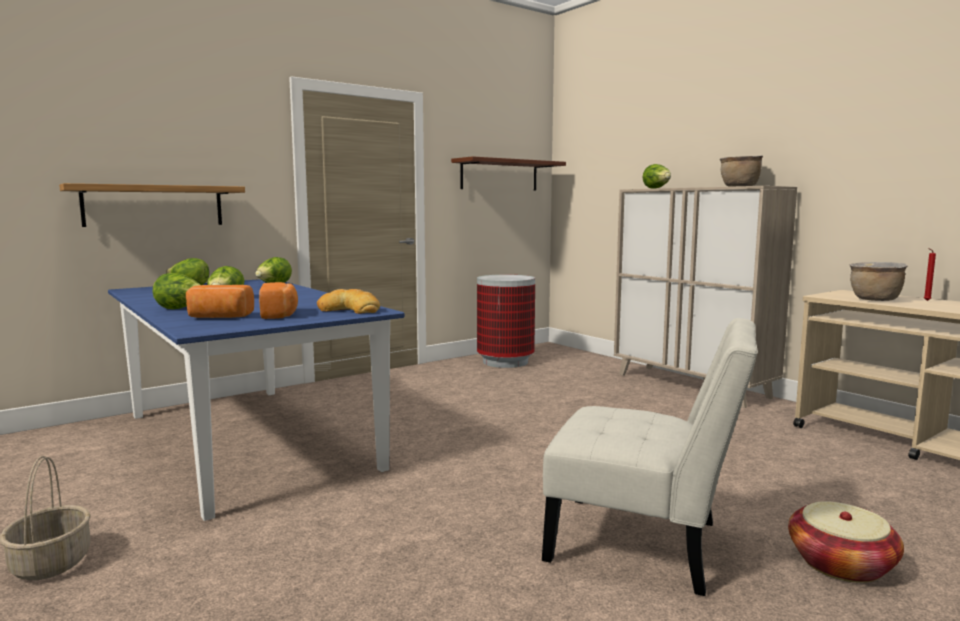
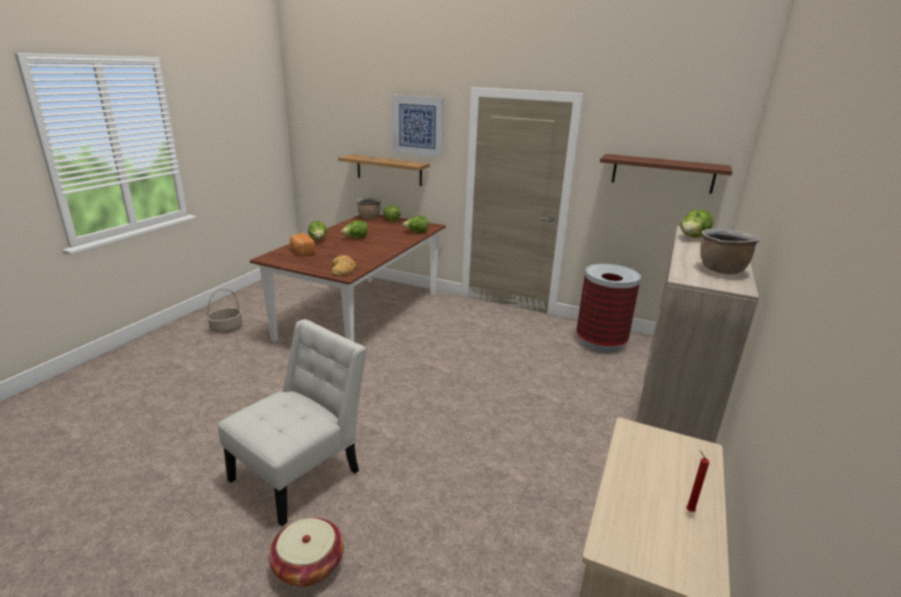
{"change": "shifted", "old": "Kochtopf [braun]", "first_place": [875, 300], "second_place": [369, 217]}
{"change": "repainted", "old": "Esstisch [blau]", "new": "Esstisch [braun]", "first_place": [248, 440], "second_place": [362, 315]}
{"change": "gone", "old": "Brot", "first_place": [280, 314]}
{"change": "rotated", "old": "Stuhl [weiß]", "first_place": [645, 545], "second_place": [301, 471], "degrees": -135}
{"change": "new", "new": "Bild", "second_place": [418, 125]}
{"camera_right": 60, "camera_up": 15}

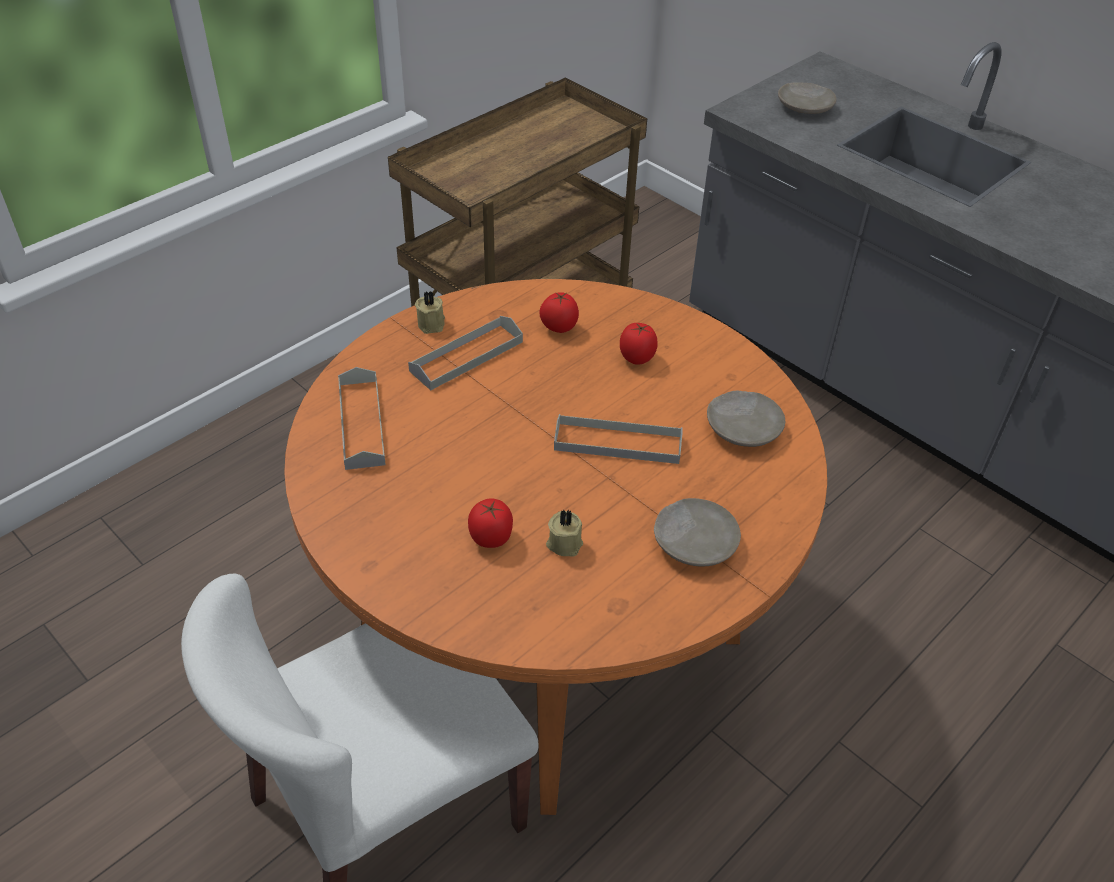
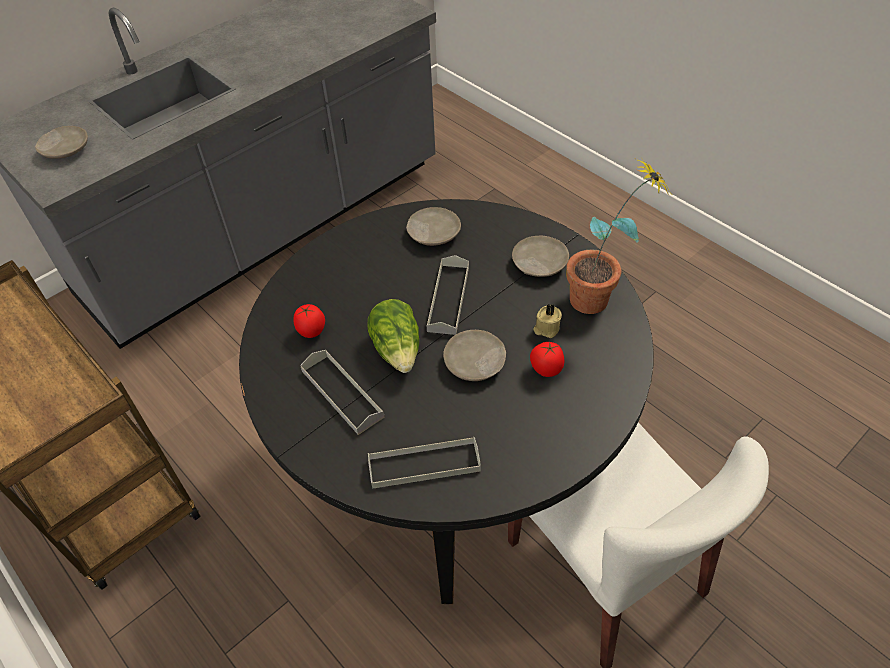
{"change": "repainted", "old": "Esstisch [orange]", "new": "Esstisch [schwarz]", "first_place": [550, 634], "second_place": [451, 464]}
{"change": "gone", "old": "Kerze [beige]", "first_place": [432, 324]}
{"change": "gone", "old": "Tomate", "first_place": [636, 358]}
{"change": "new", "new": "Topfpflanze", "second_place": [601, 298]}
{"change": "new", "new": "Salatkopf", "second_place": [398, 349]}
{"change": "new", "new": "Teller [beige]", "second_place": [474, 363]}
{"camera_right": -85, "camera_up": 5}

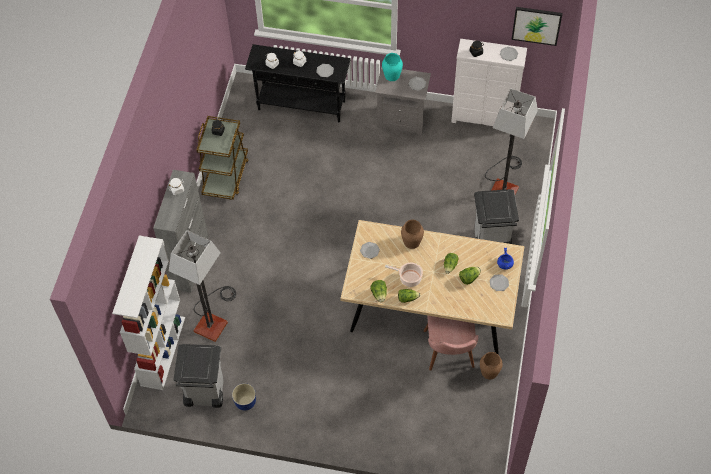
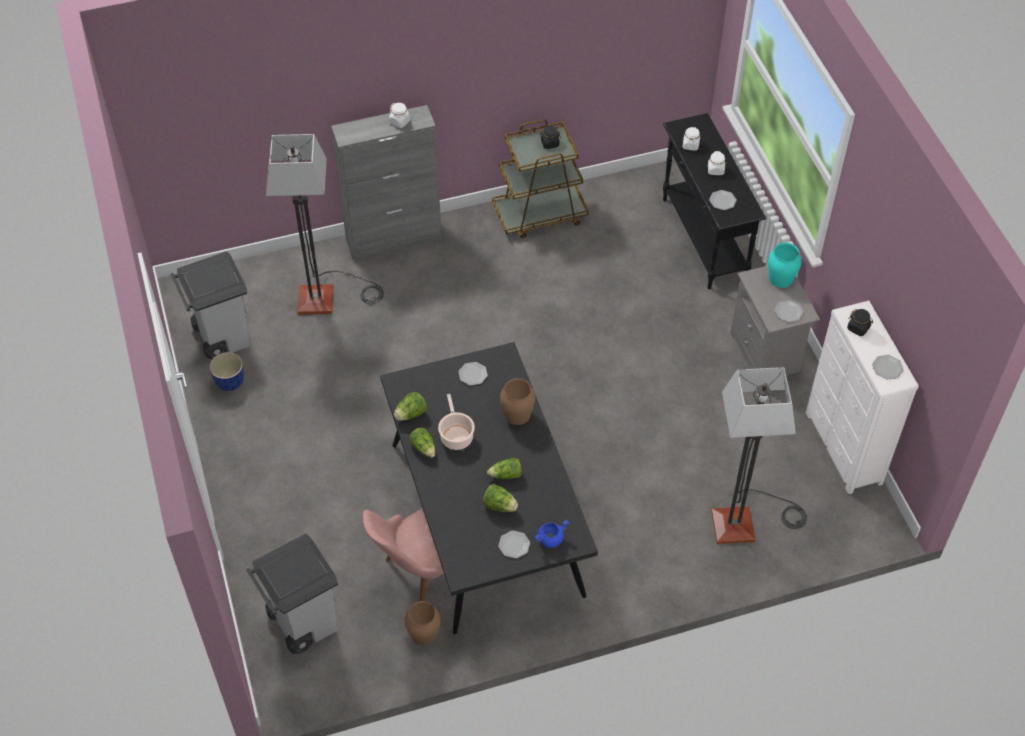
{"change": "gone", "old": "Bild", "first_place": [536, 25]}
{"change": "shifted", "old": "Mülleimer [grau]", "first_place": [491, 240], "second_place": [302, 622]}
{"change": "repainted", "old": "Esstisch [beige]", "new": "Esstisch [schwarz]", "first_place": [430, 306], "second_place": [485, 517]}
{"change": "gone", "old": "Bücherregal [weiß]", "first_place": [162, 350]}
{"camera_right": 60, "camera_up": -5}

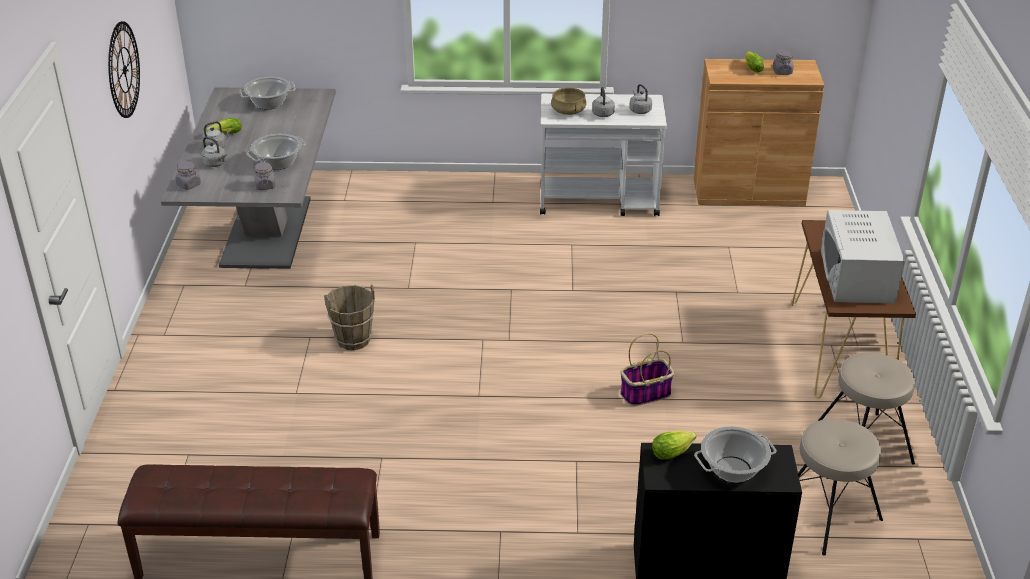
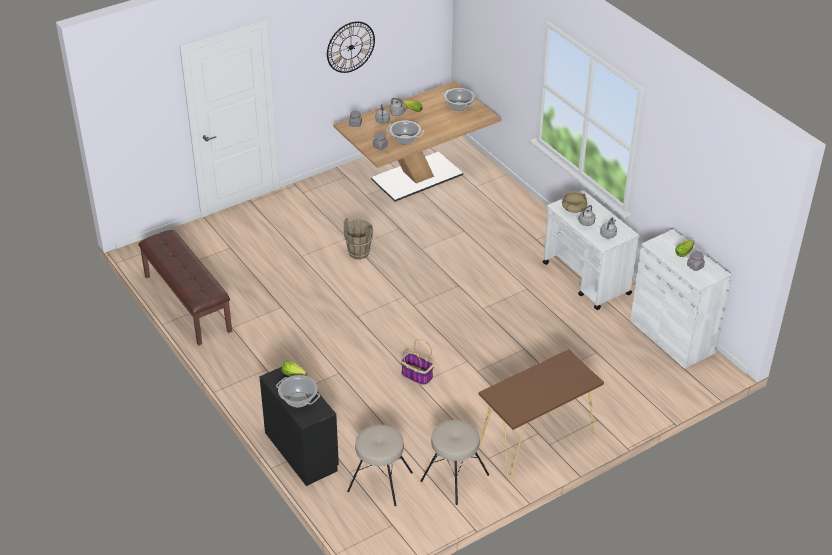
{"change": "repainted", "old": "Schrank [braun]", "new": "Schrank [weiß]", "first_place": [748, 191], "second_place": [672, 337]}
{"change": "repainted", "old": "Esstisch [grau]", "new": "Esstisch [braun]", "first_place": [266, 232], "second_place": [417, 177]}
{"change": "gone", "old": "Mikrowelle [weiß]", "first_place": [857, 276]}
{"camera_right": 55, "camera_up": 5}

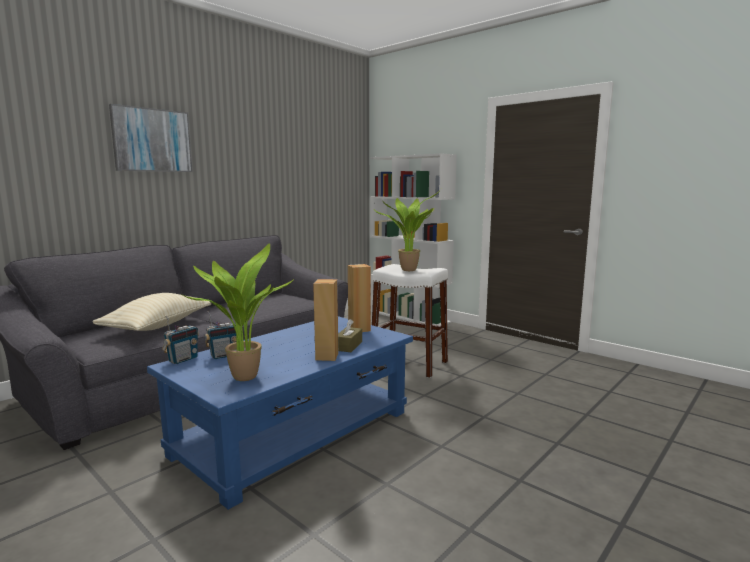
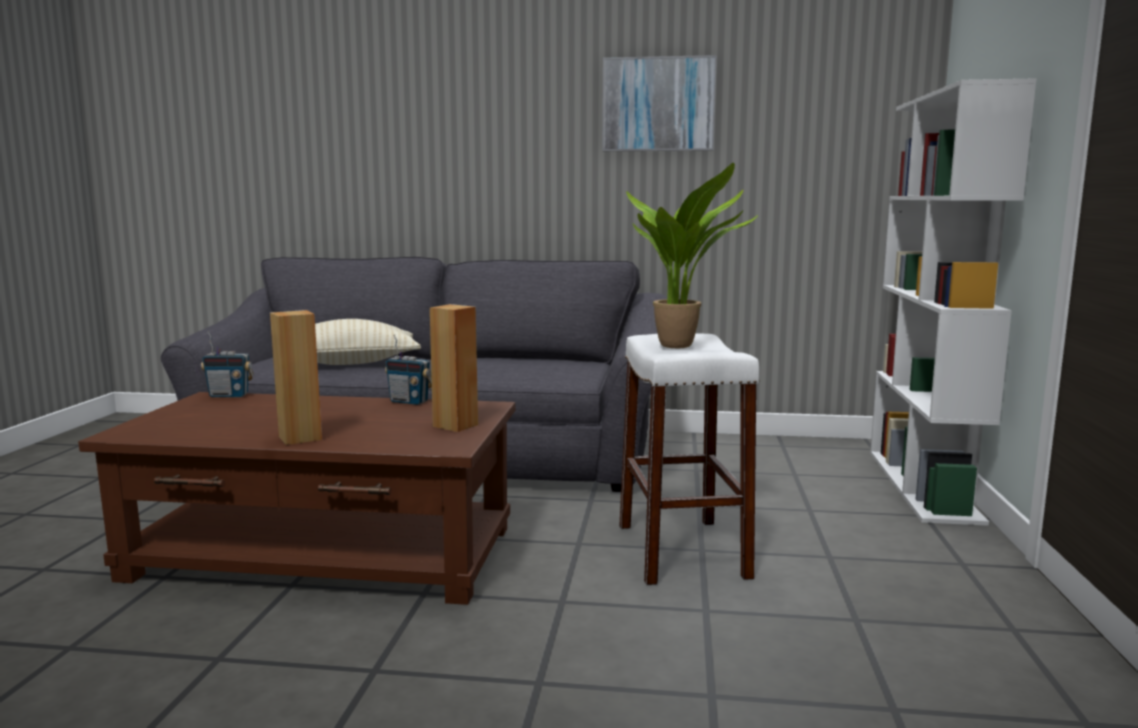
{"change": "shifted", "old": "Bild", "first_place": [152, 140], "second_place": [658, 104]}
{"change": "gone", "old": "Topfpflanze", "first_place": [242, 376]}
{"change": "shifted", "old": "Radio", "first_place": [224, 355], "second_place": [409, 402]}
{"change": "repainted", "old": "Couchtisch [blau]", "new": "Couchtisch [braun]", "first_place": [296, 432], "second_place": [325, 554]}
{"change": "gone", "old": "Taschentuchbox [braun]", "first_place": [348, 346]}
{"camera_right": 55, "camera_up": 0}

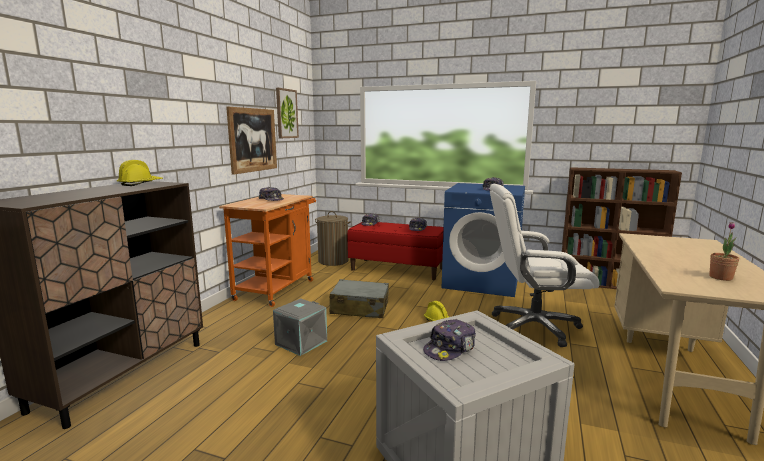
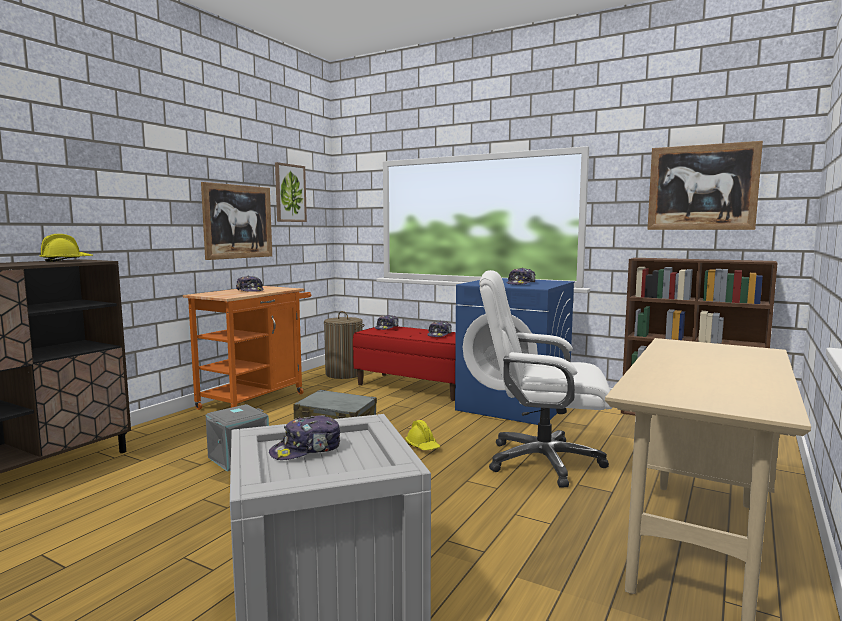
{"change": "gone", "old": "Topfpflanze", "first_place": [720, 277]}
{"change": "new", "new": "Bild", "second_place": [702, 187]}
{"camera_right": 10, "camera_up": -5}

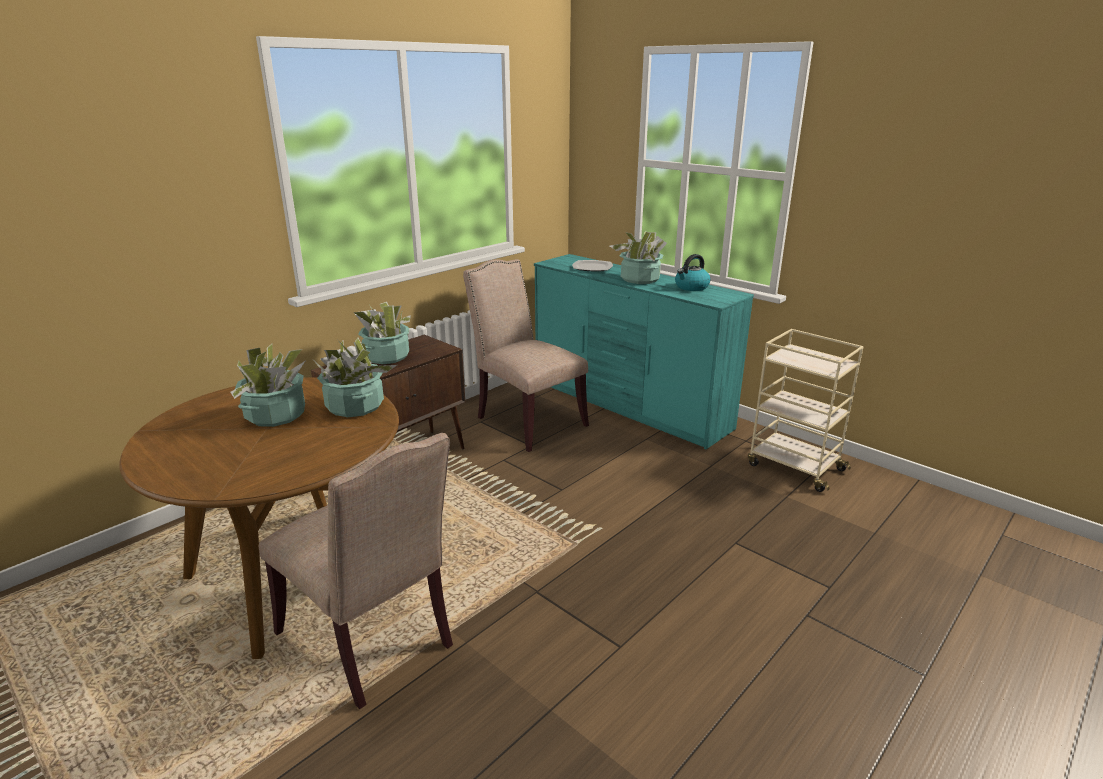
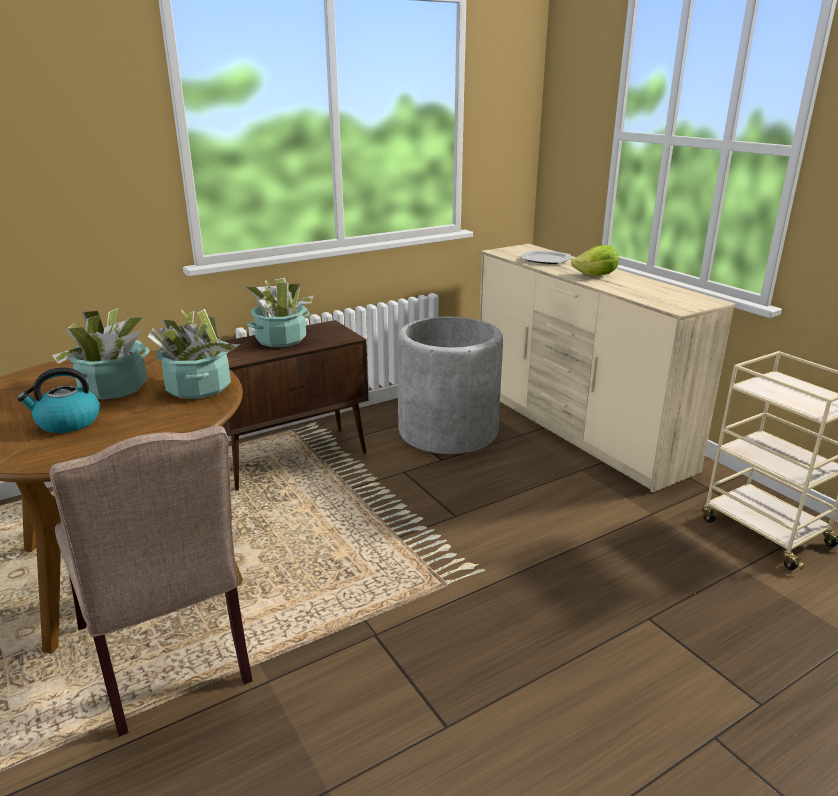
{"change": "swapped", "old": "Topfpflanze", "new": "Salatkopf", "first_place": [640, 279], "second_place": [596, 276]}
{"change": "repainted", "old": "Kommode [türkis]", "new": "Kommode [beige]", "first_place": [628, 405], "second_place": [575, 427]}
{"change": "shifted", "old": "Wasserkessel", "first_place": [691, 287], "second_place": [67, 422]}
{"change": "swapped", "old": "Stuhl [beige]", "new": "Pflanzkübel [grau]", "first_place": [526, 421], "second_place": [448, 431]}
{"camera_right": 15, "camera_up": 0}

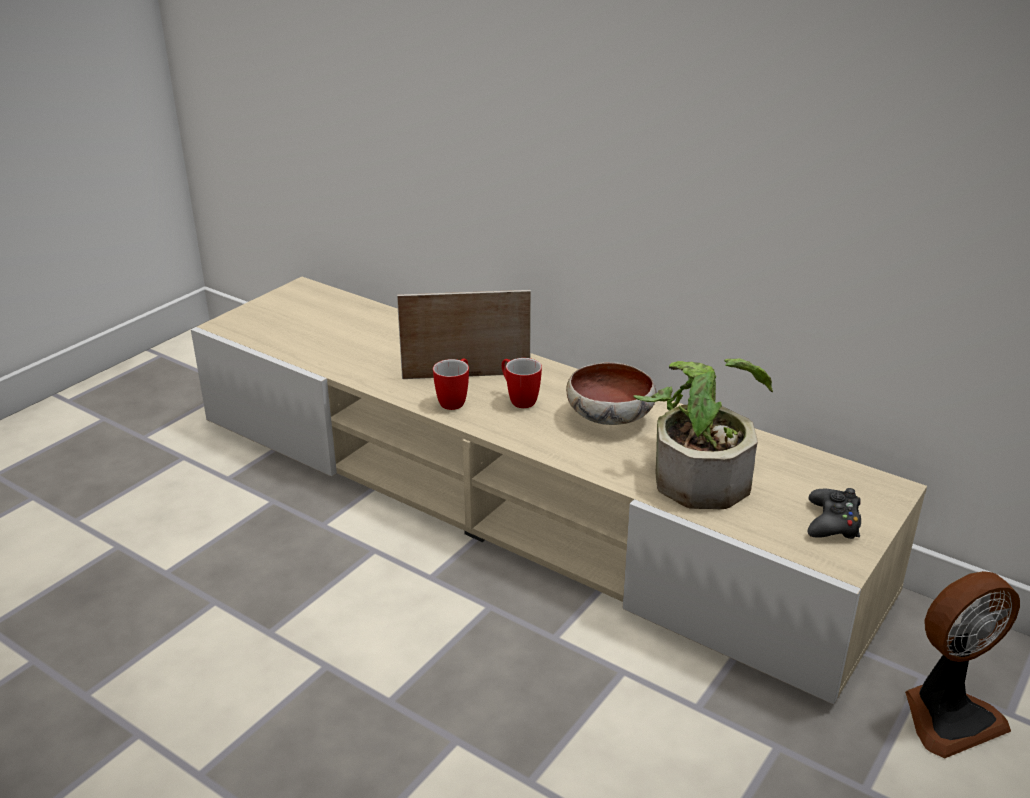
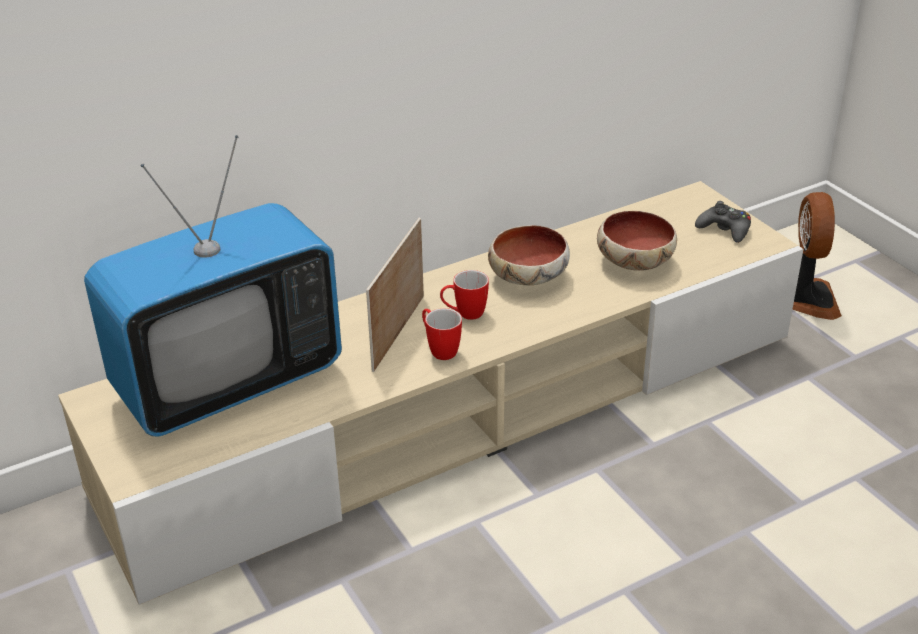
{"change": "swapped", "old": "Topfpflanze", "new": "Schüssel", "first_place": [698, 472], "second_place": [633, 261]}
{"change": "new", "new": "Fernseher", "second_place": [228, 382]}
{"camera_right": -65, "camera_up": 5}

